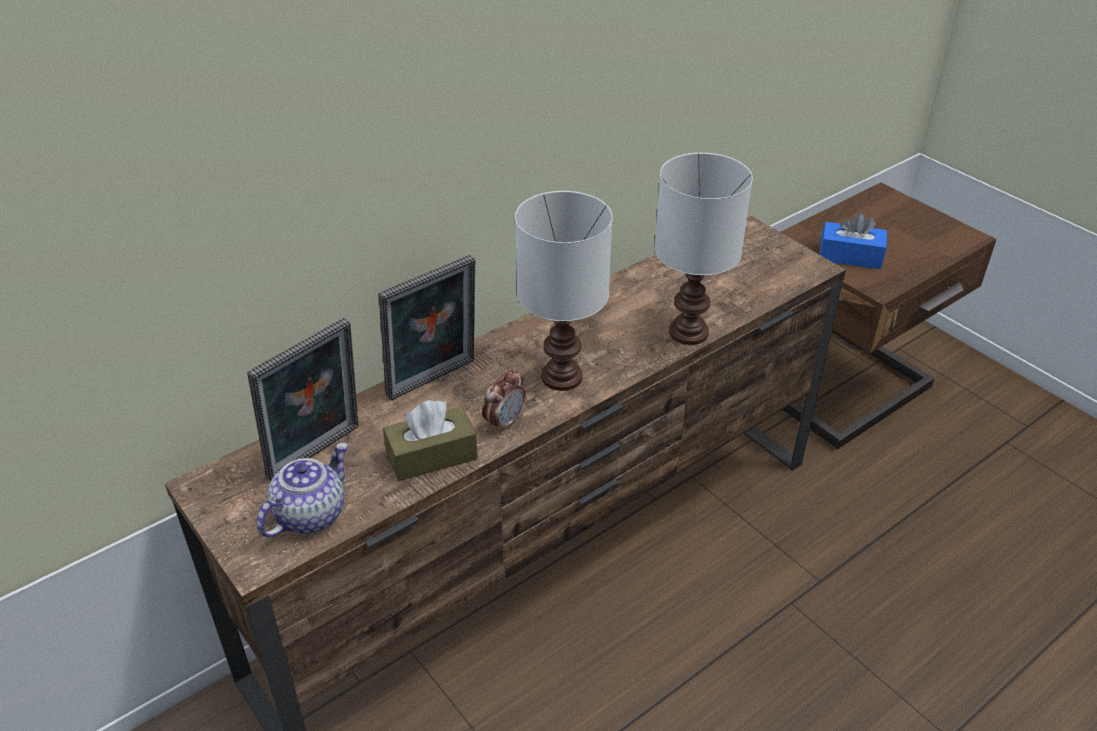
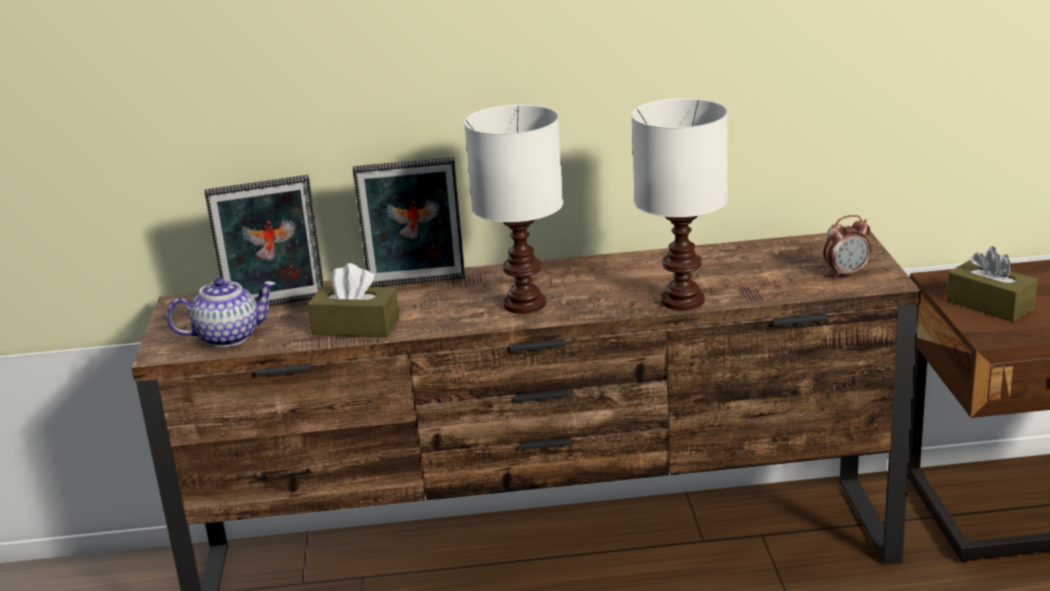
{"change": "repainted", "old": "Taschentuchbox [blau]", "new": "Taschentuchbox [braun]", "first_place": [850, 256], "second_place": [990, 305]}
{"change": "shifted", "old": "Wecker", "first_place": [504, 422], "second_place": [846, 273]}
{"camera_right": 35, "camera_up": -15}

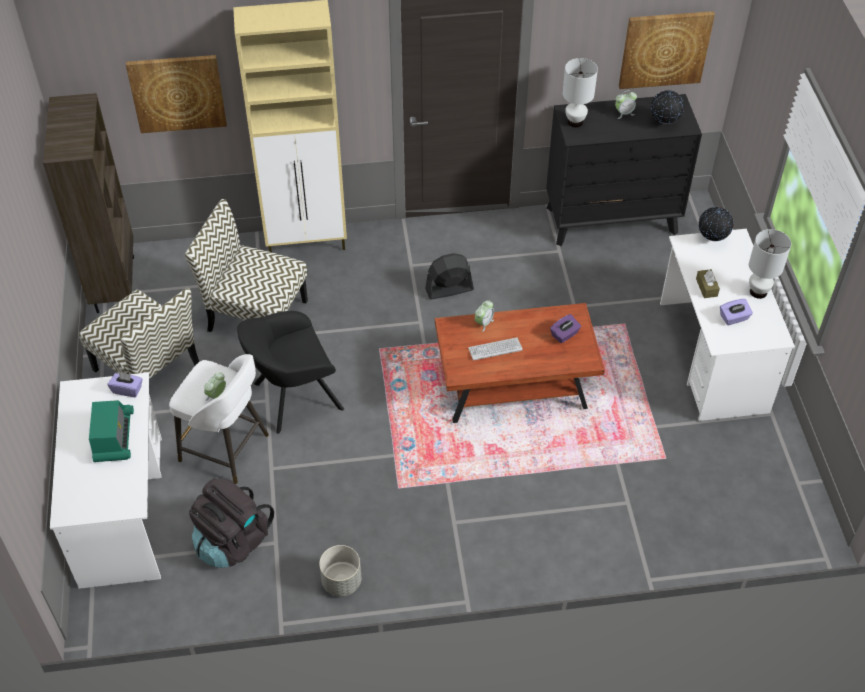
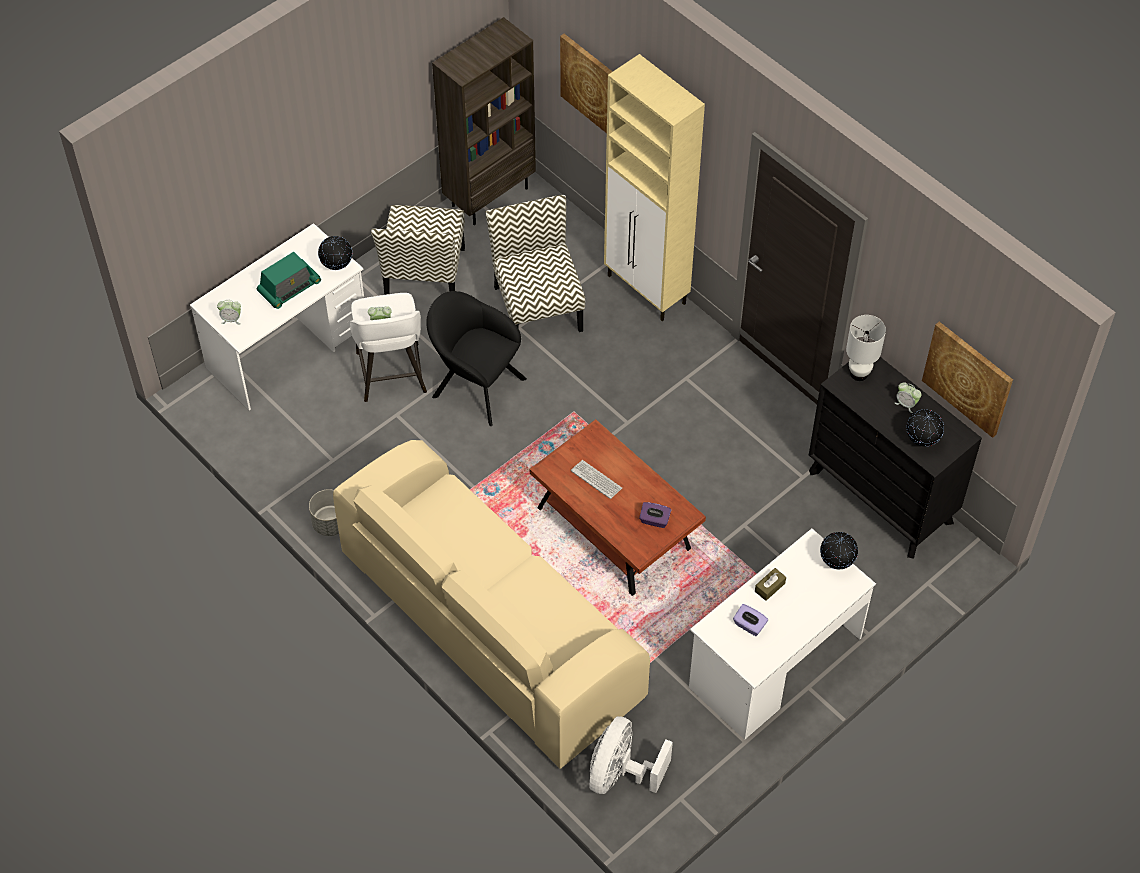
{"change": "gone", "old": "Tischlampe [weiß]", "first_place": [758, 291]}
{"change": "gone", "old": "Ventilator [schwarz]", "first_place": [449, 289]}
{"change": "shifted", "old": "Wecker", "first_place": [484, 323], "second_place": [231, 319]}
{"change": "swapped", "old": "Taschentuchbox [lila]", "new": "Globus", "first_place": [127, 390], "second_place": [337, 266]}
{"change": "gone", "old": "Rucksack [schwarz]", "first_place": [232, 541]}
{"change": "new", "new": "Sofa [beige]", "second_place": [490, 625]}
{"change": "new", "new": "Ventilator [weiß]", "second_place": [620, 774]}
{"camera_right": 55, "camera_up": 5}

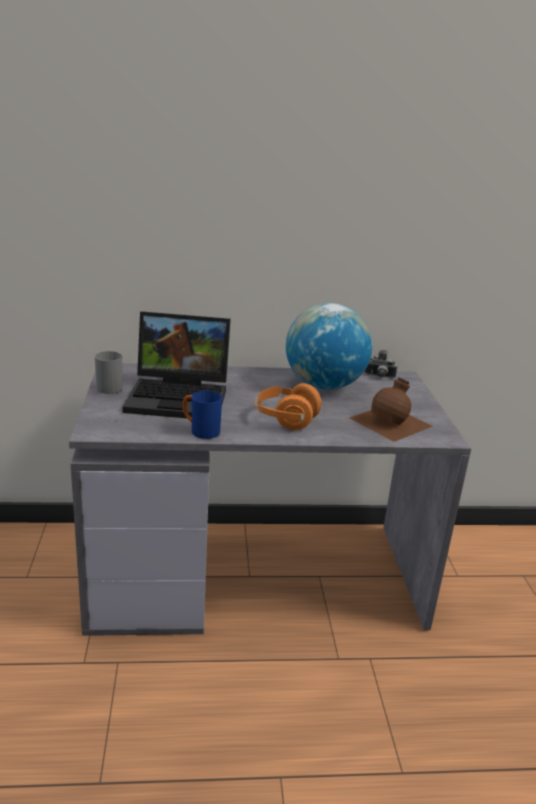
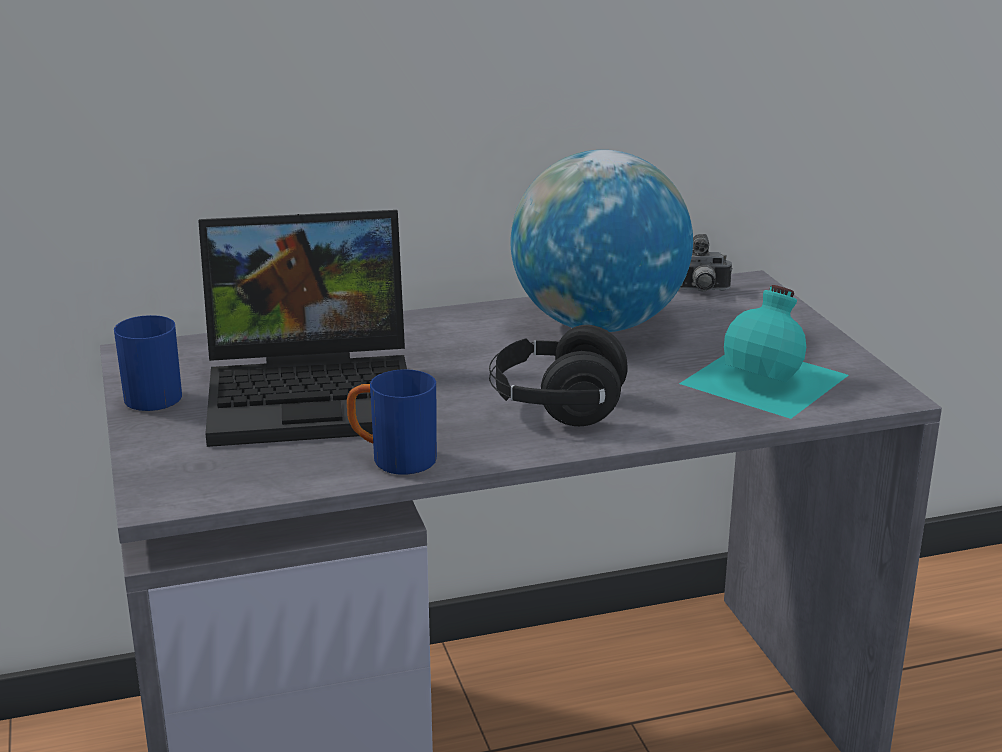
{"change": "repainted", "old": "Henkelbecher [grau]", "new": "Henkelbecher [blau]", "first_place": [108, 387], "second_place": [147, 395]}
{"change": "repainted", "old": "Flasche [braun]", "new": "Flasche [türkis]", "first_place": [392, 422], "second_place": [767, 379]}
{"change": "repainted", "old": "Kopfhörer [orange]", "new": "Kopfhörer [schwarz]", "first_place": [285, 420], "second_place": [556, 407]}
{"camera_right": -10, "camera_up": 0}

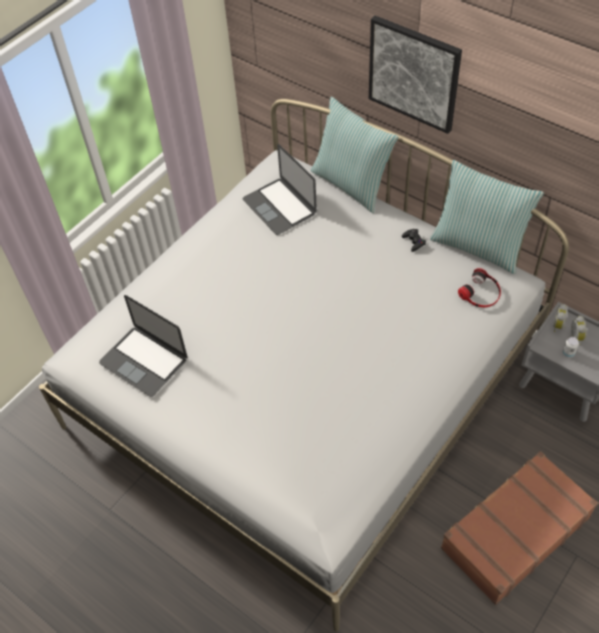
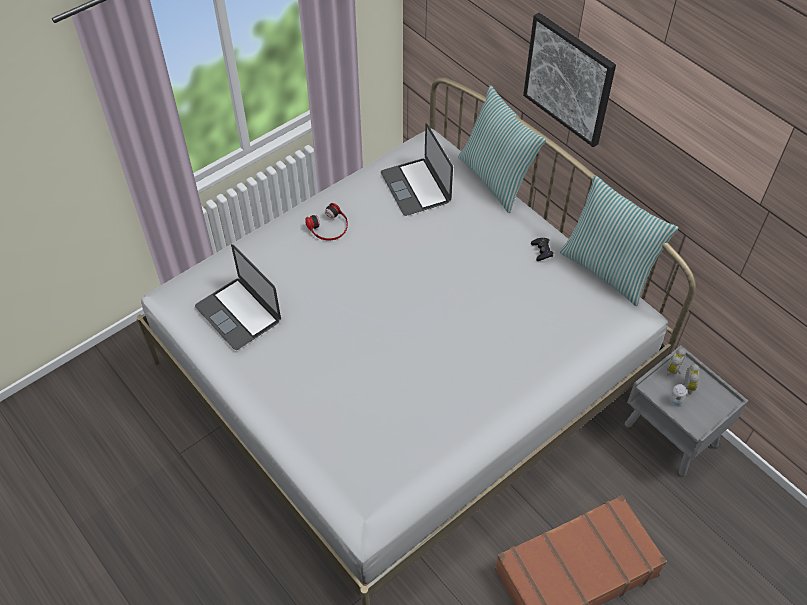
{"change": "shifted", "old": "Kopfhörer", "first_place": [481, 293], "second_place": [329, 227]}
{"camera_right": 10, "camera_up": 0}

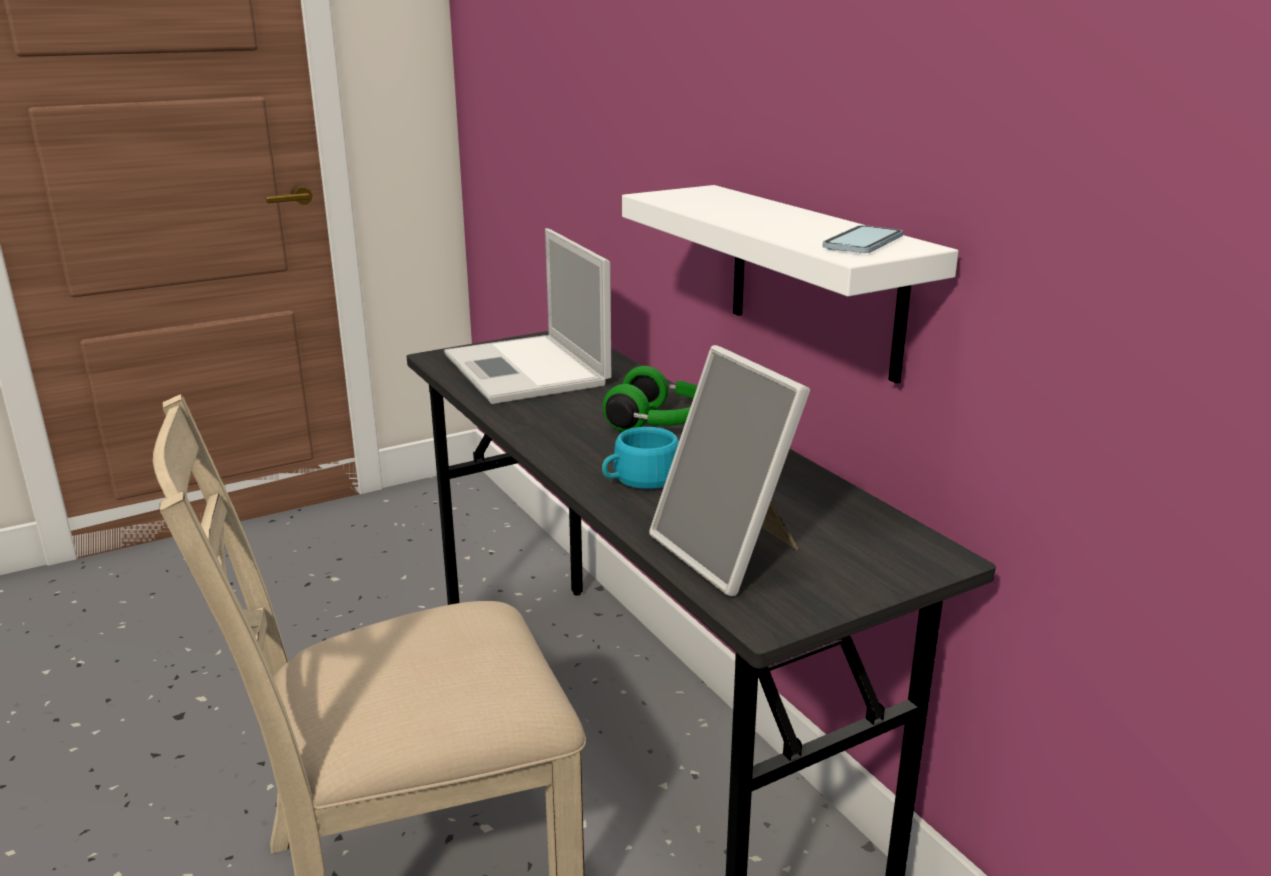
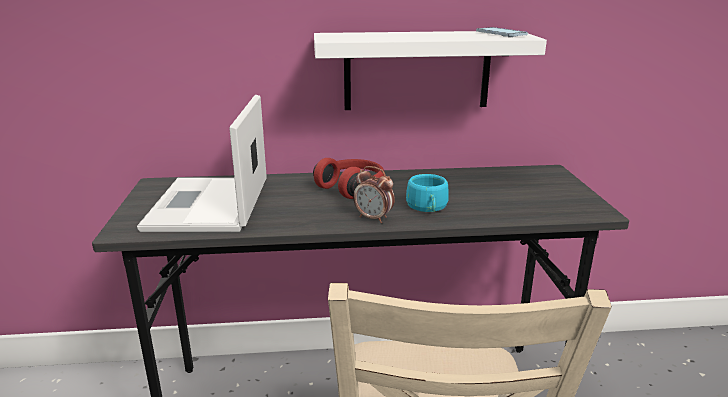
{"change": "rotated", "old": "Laptop", "first_place": [527, 371], "second_place": [209, 206], "degrees": 90}
{"change": "gone", "old": "Bilderrahmen", "first_place": [730, 553]}
{"change": "repainted", "old": "Kopfhörer [grün]", "new": "Kopfhörer [rot]", "first_place": [660, 423], "second_place": [352, 187]}
{"change": "new", "new": "Wecker", "second_place": [373, 218]}
{"camera_right": -65, "camera_up": 0}

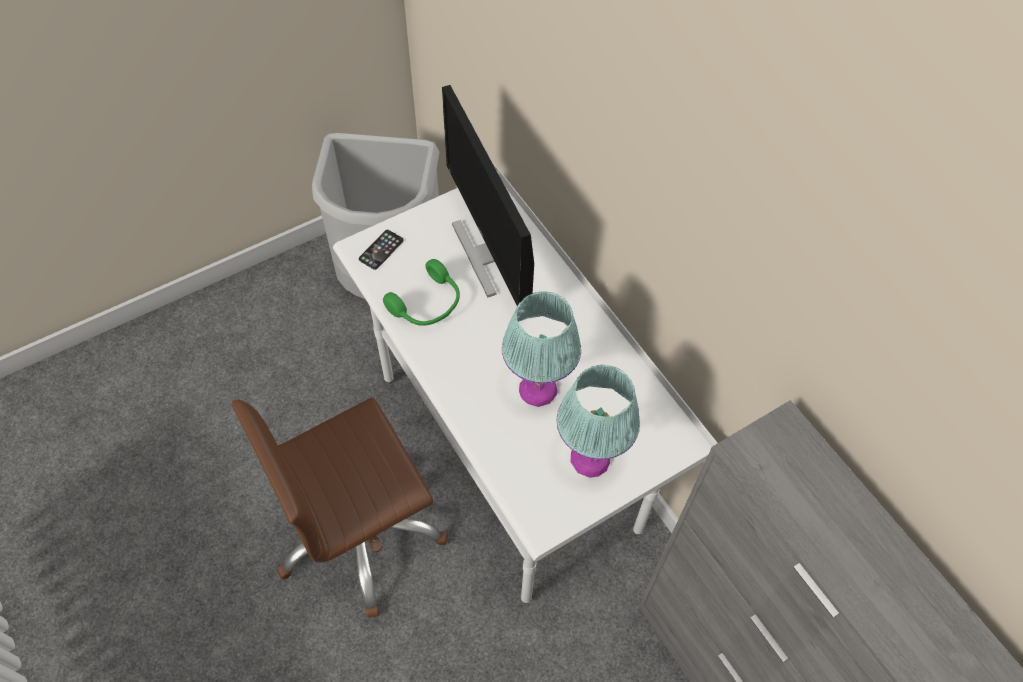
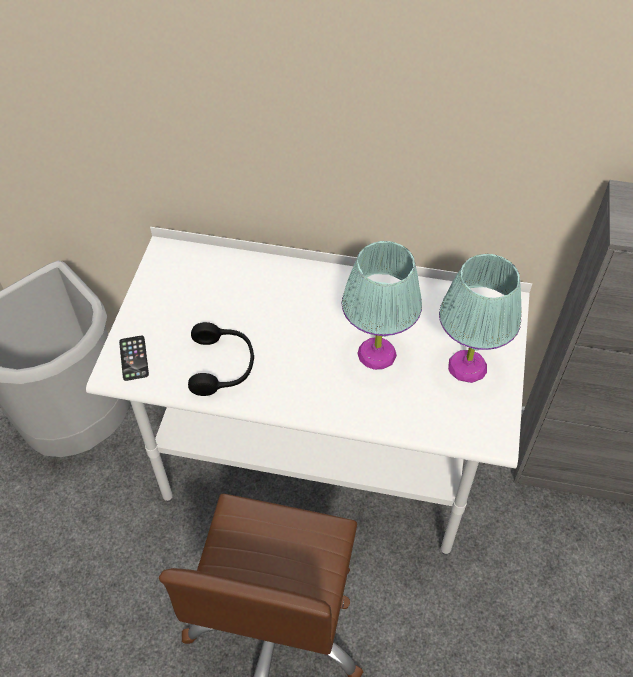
{"change": "gone", "old": "Monitor", "first_place": [488, 252]}
{"change": "repainted", "old": "Kopfhörer [grün]", "new": "Kopfhörer [schwarz]", "first_place": [427, 304], "second_place": [223, 366]}
{"camera_right": -45, "camera_up": -5}

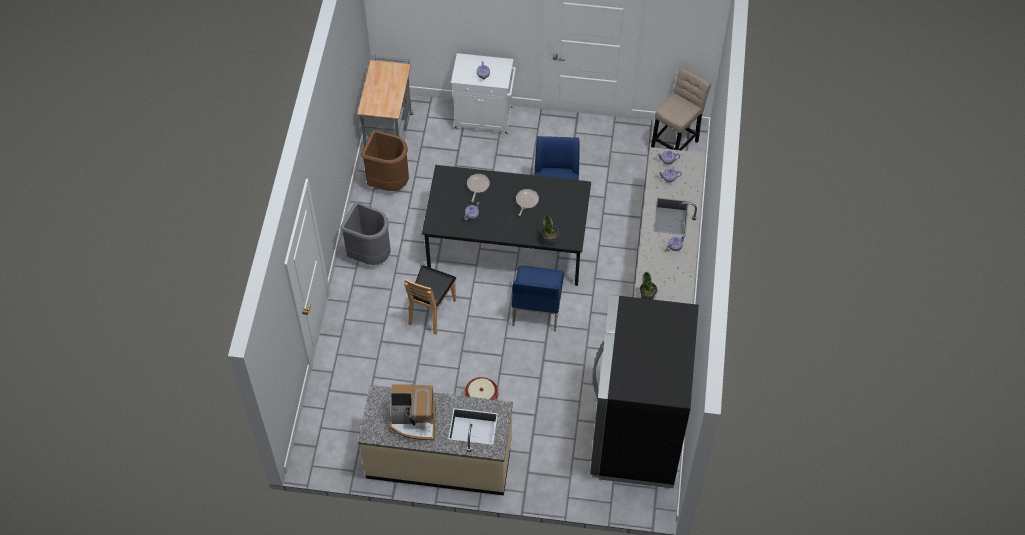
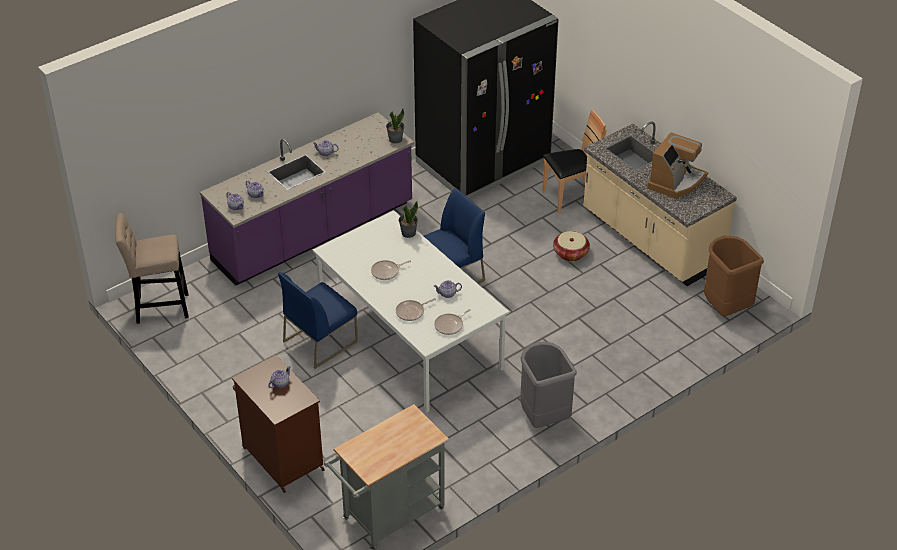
{"change": "repainted", "old": "Schrank [weiß]", "new": "Schrank [braun]", "first_place": [485, 118], "second_place": [282, 458]}
{"change": "shifted", "old": "Mülleimer [braun]", "first_place": [388, 182], "second_place": [725, 307]}
{"change": "repainted", "old": "Esstisch [schwarz]", "new": "Esstisch [weiß]", "first_place": [507, 245], "second_place": [411, 338]}
{"change": "shifted", "old": "Stuhl [braun]", "first_place": [431, 311], "second_place": [570, 196]}
{"change": "rotated", "old": "Kaffeemaschine", "first_place": [414, 421], "second_place": [676, 182], "degrees": 75}
{"change": "new", "new": "Pfanne", "second_place": [450, 325]}
{"camera_right": -135, "camera_up": -15}

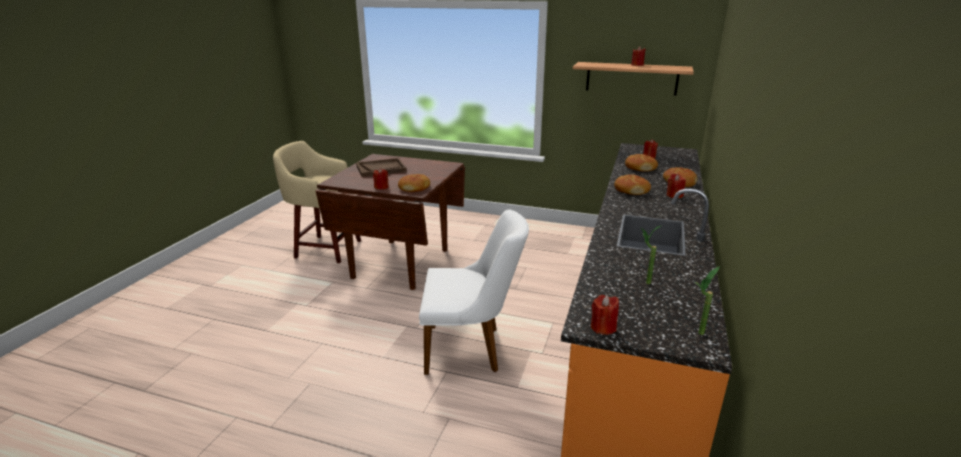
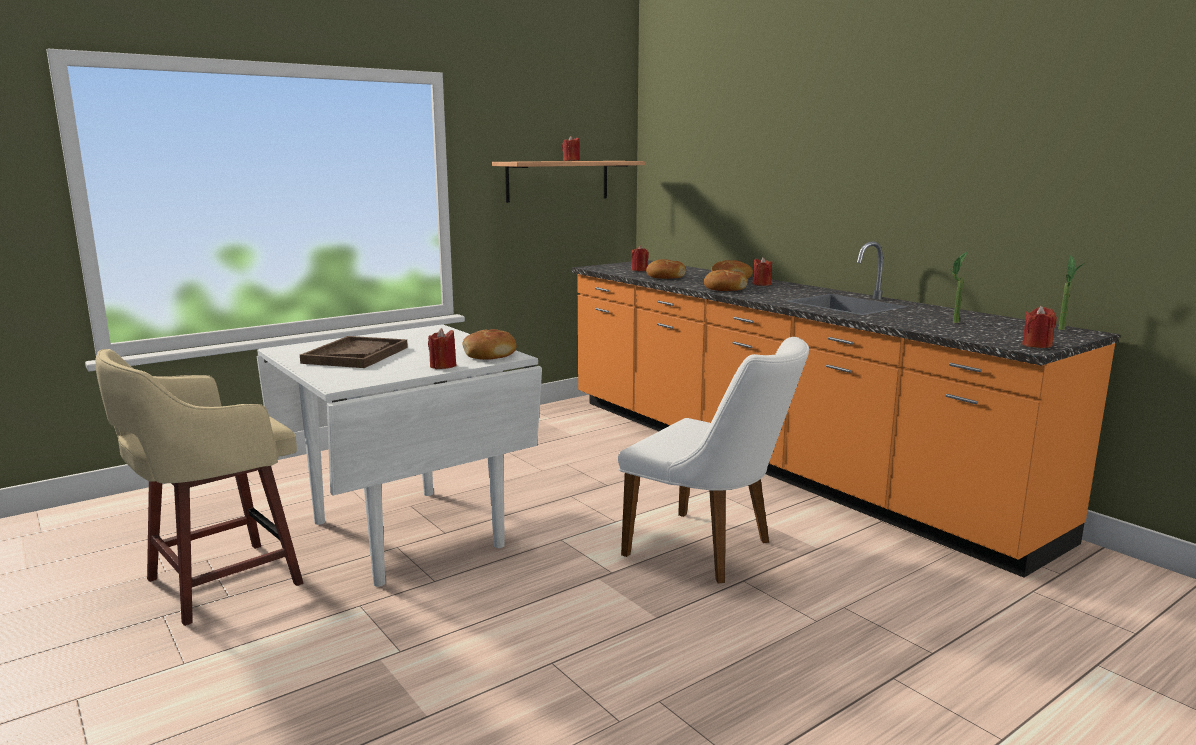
{"change": "repainted", "old": "Esstisch [braun]", "new": "Esstisch [weiß]", "first_place": [400, 263], "second_place": [405, 534]}
{"change": "rotated", "old": "Stuhl [weiß]", "first_place": [471, 349], "second_place": [710, 550], "degrees": 90}
{"camera_right": -55, "camera_up": -10}

